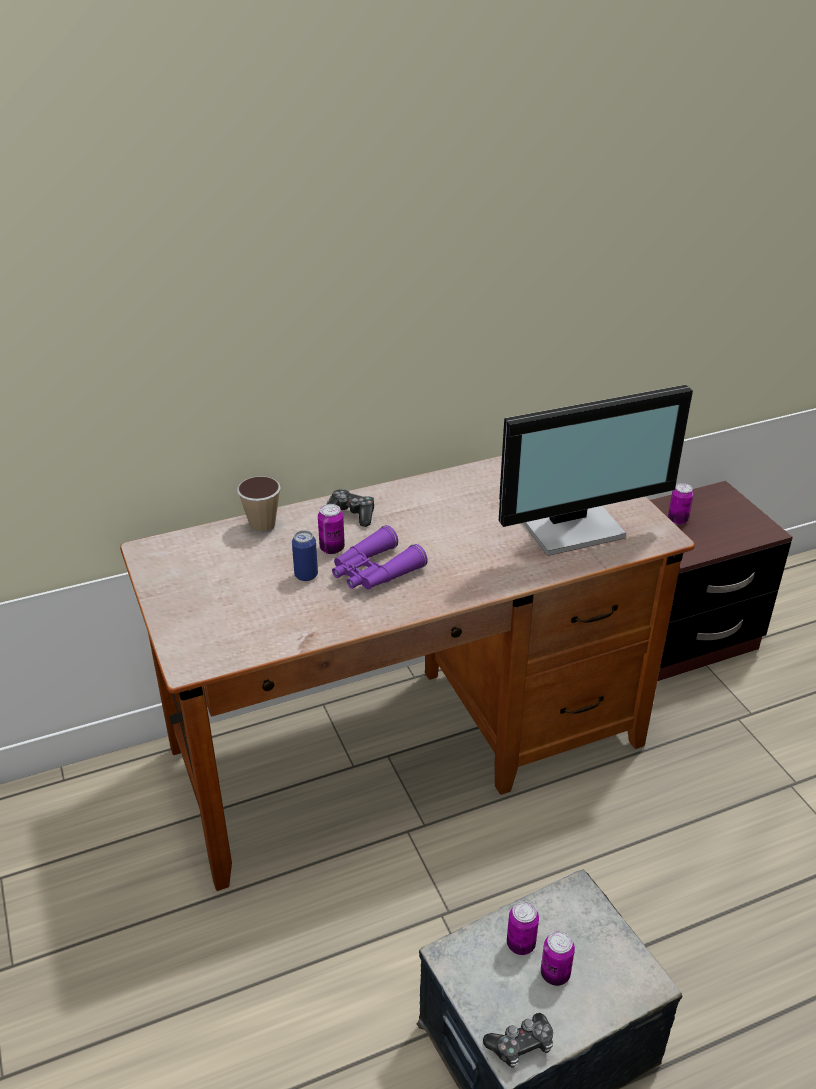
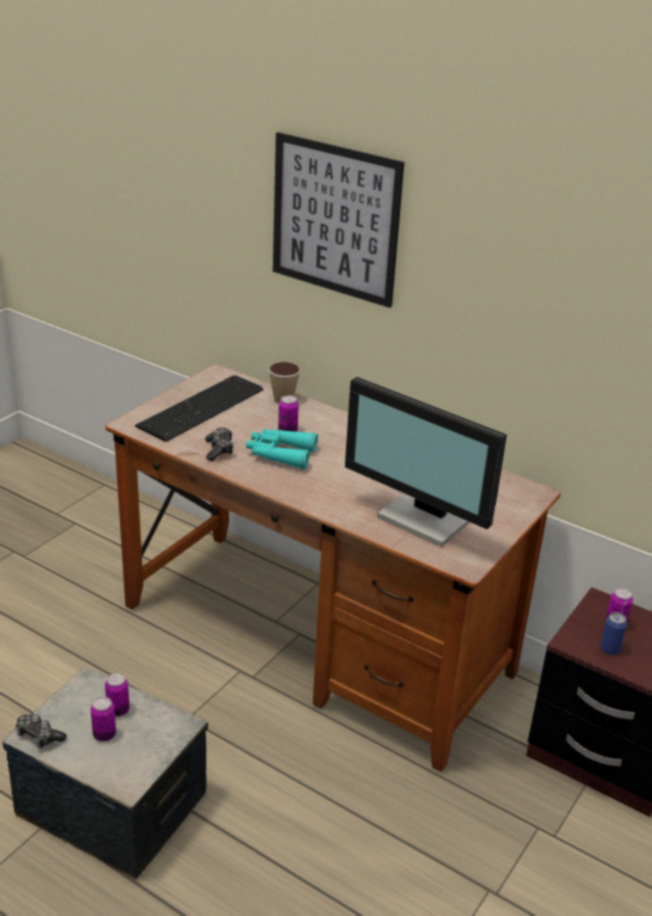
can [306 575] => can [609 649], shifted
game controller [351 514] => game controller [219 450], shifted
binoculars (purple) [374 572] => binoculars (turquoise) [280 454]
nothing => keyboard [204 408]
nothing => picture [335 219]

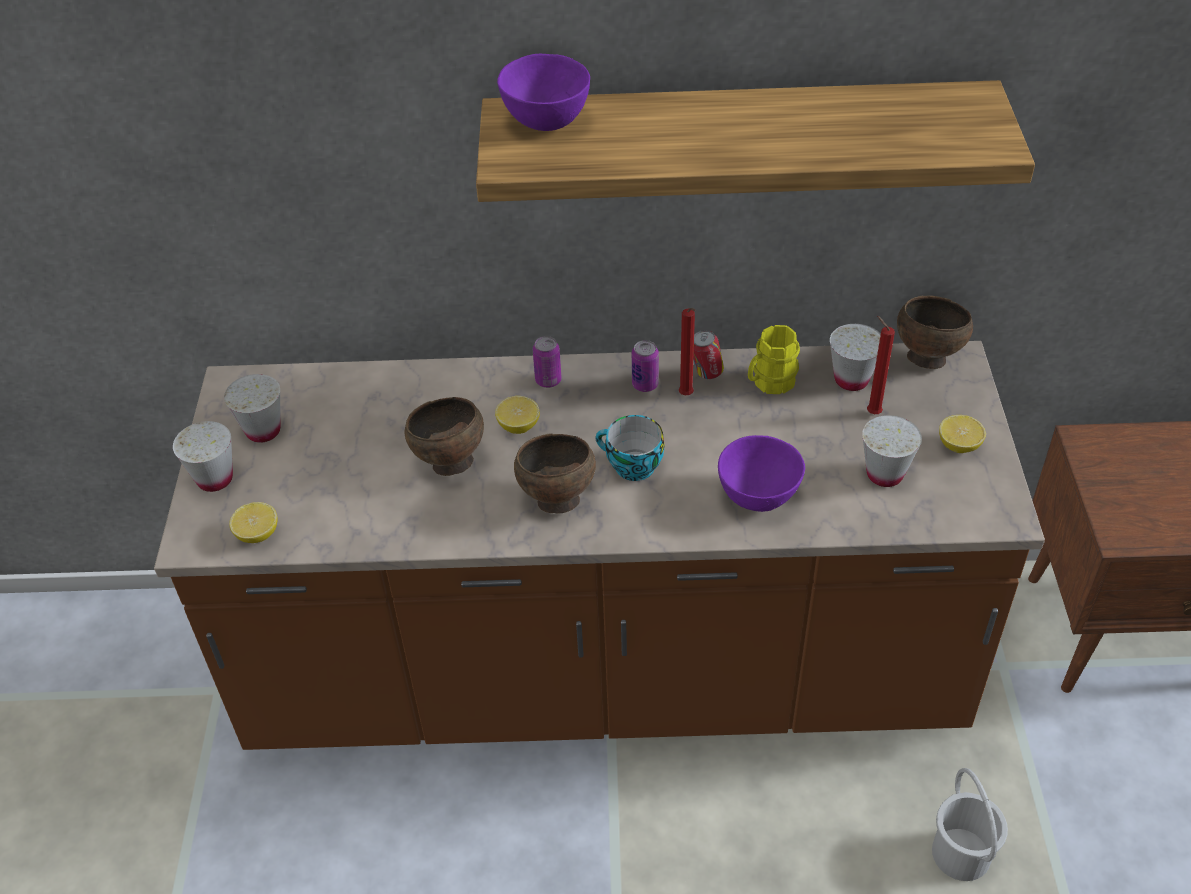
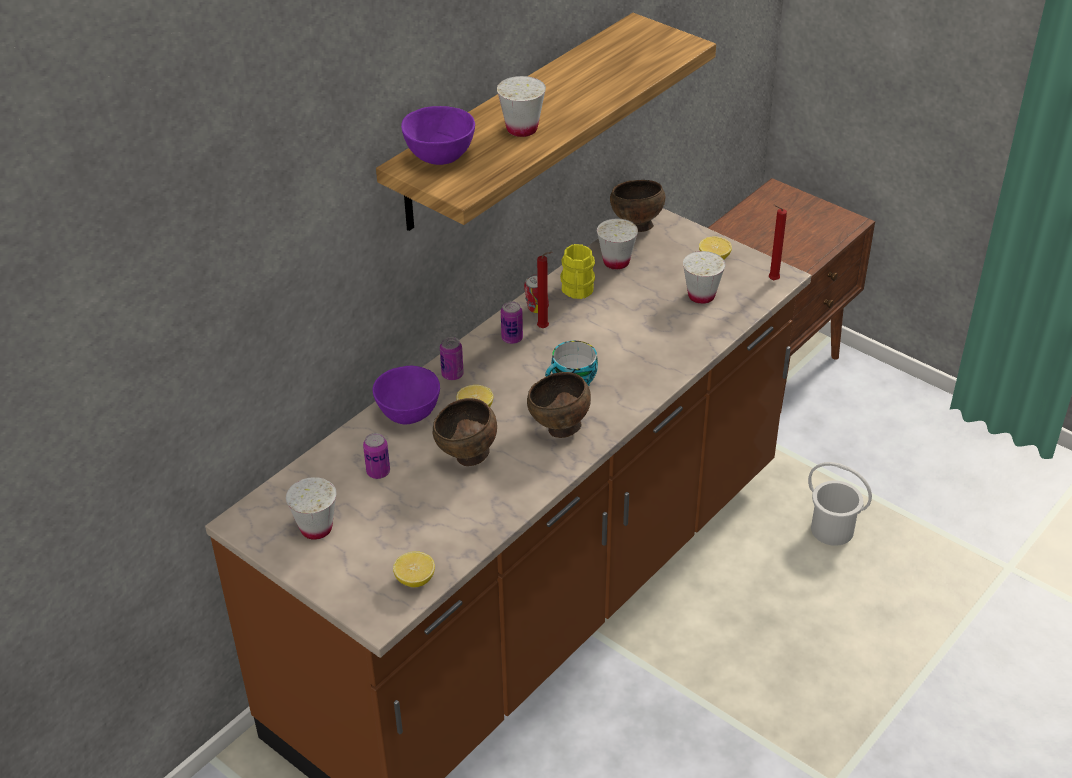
cup (white) [215 479] => cup (white) [522 129], shifted
bowl (purple) [759 496] => bowl (purple) [409 413], shifted
candle (red) [871 412] => candle (red) [771 280], shifted
nothing => can [378 472]

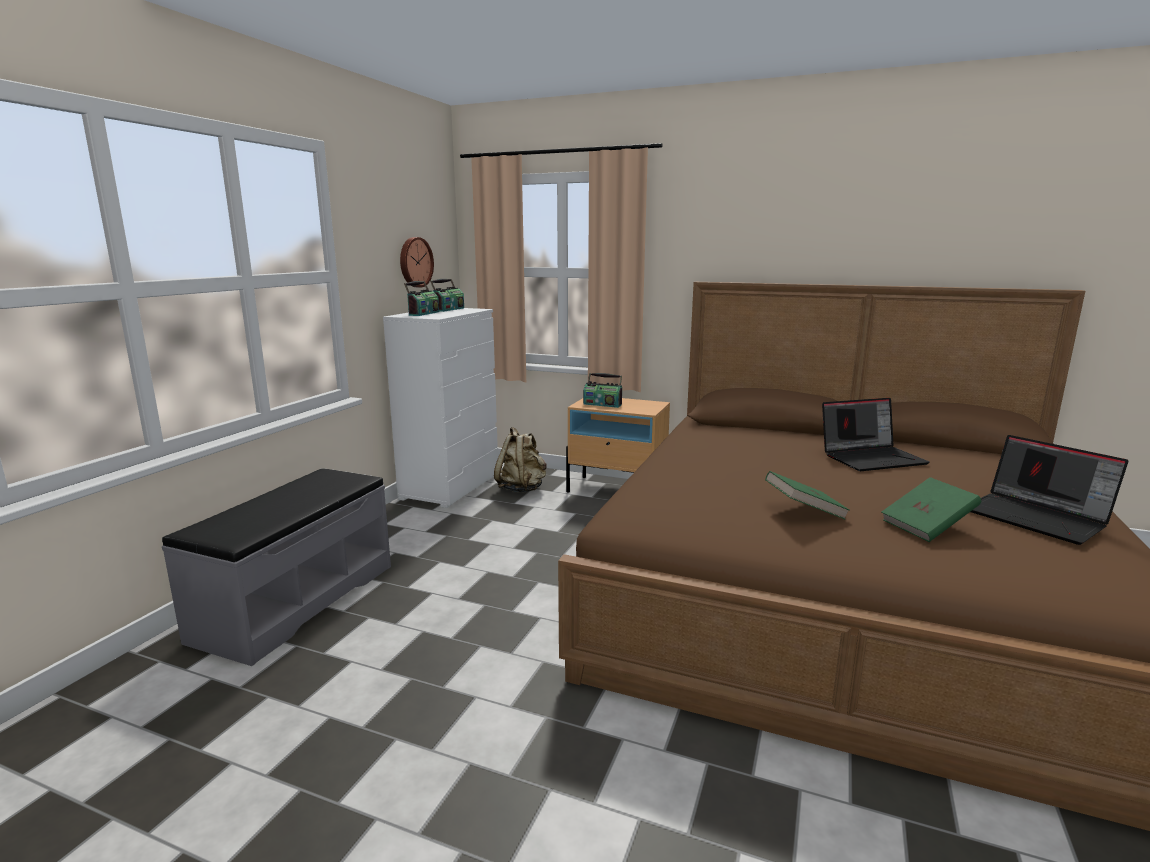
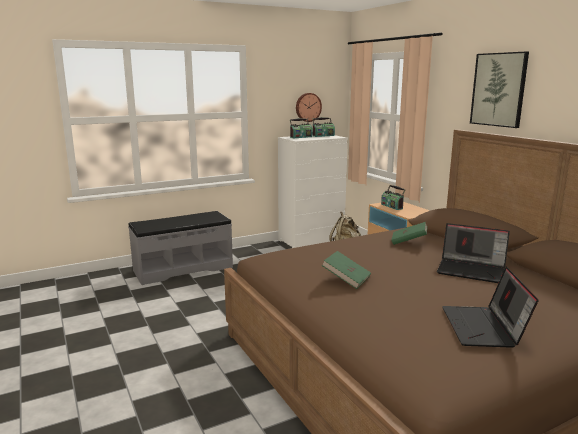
book (green) [927 526] => book (green) [408 242], shifted
nothing => picture [499 89]

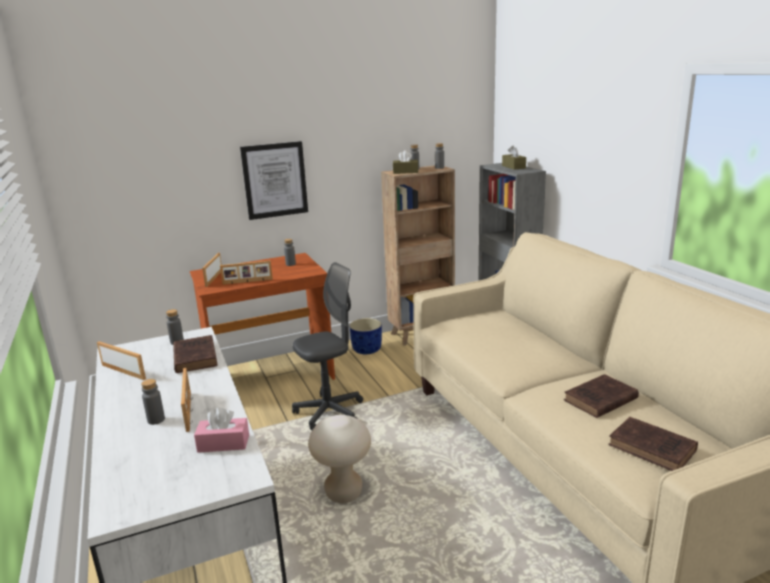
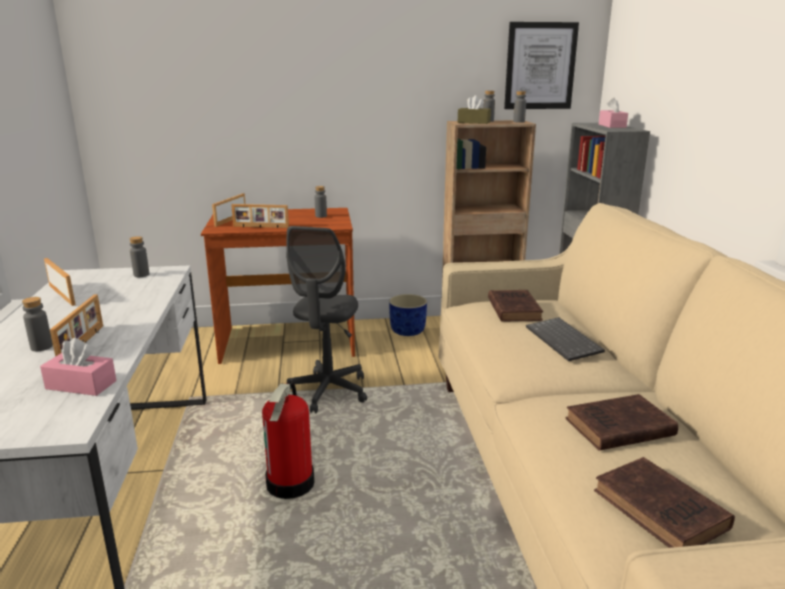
book (brown) [195 357] => book (brown) [513 309], shifted
picture [275 180] => picture [540 66], shifted
office chair (grey) [329 413] => office chair (grey) [328 391], 120 degrees clockwise
stool (beige) [344 493] => fire extinguisher [291 484]
tissue box (brown) [513 167] => tissue box (pink) [612 126]
nothing => keyboard [565 341]

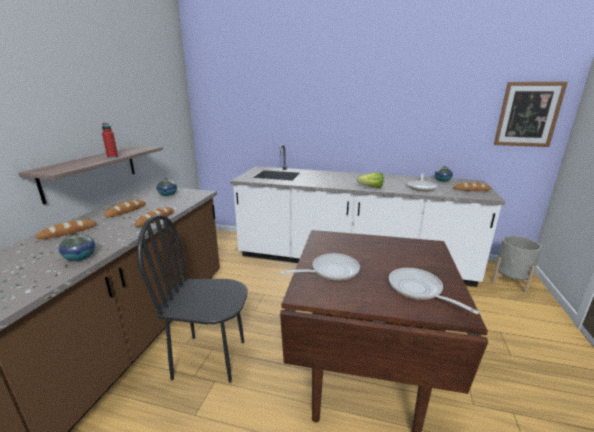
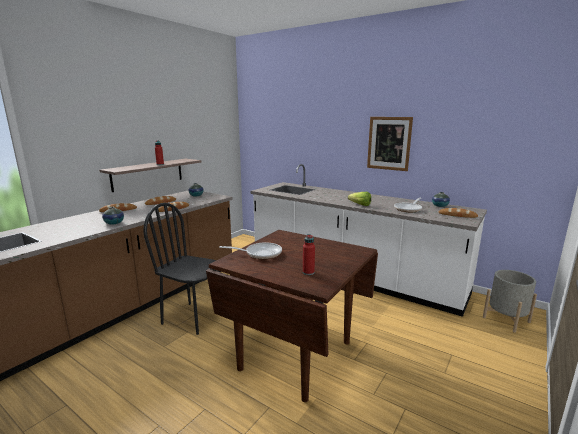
frying pan [418 290] => bottle (red) [308 272]
picture [528 114] => picture [389 143], shifted

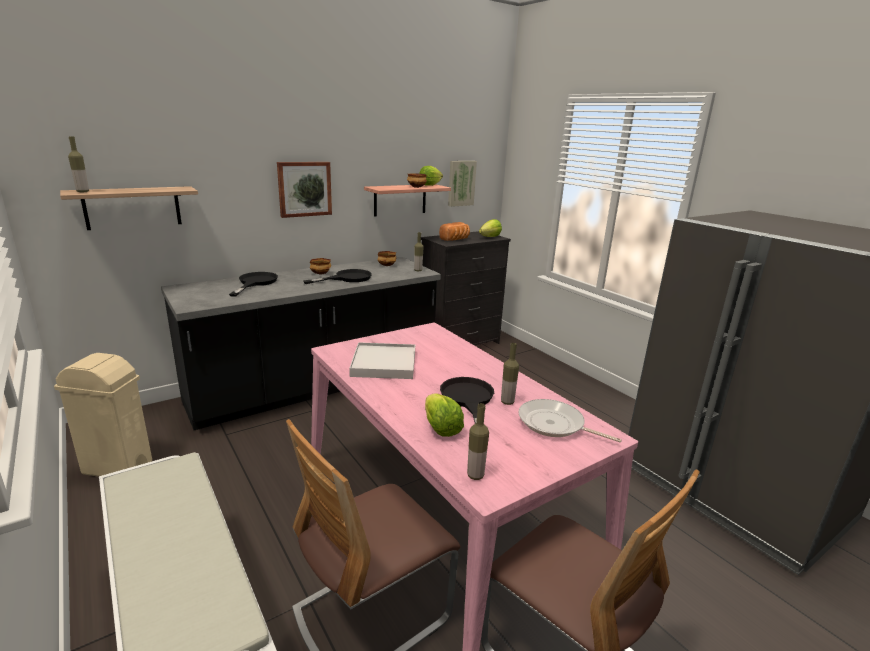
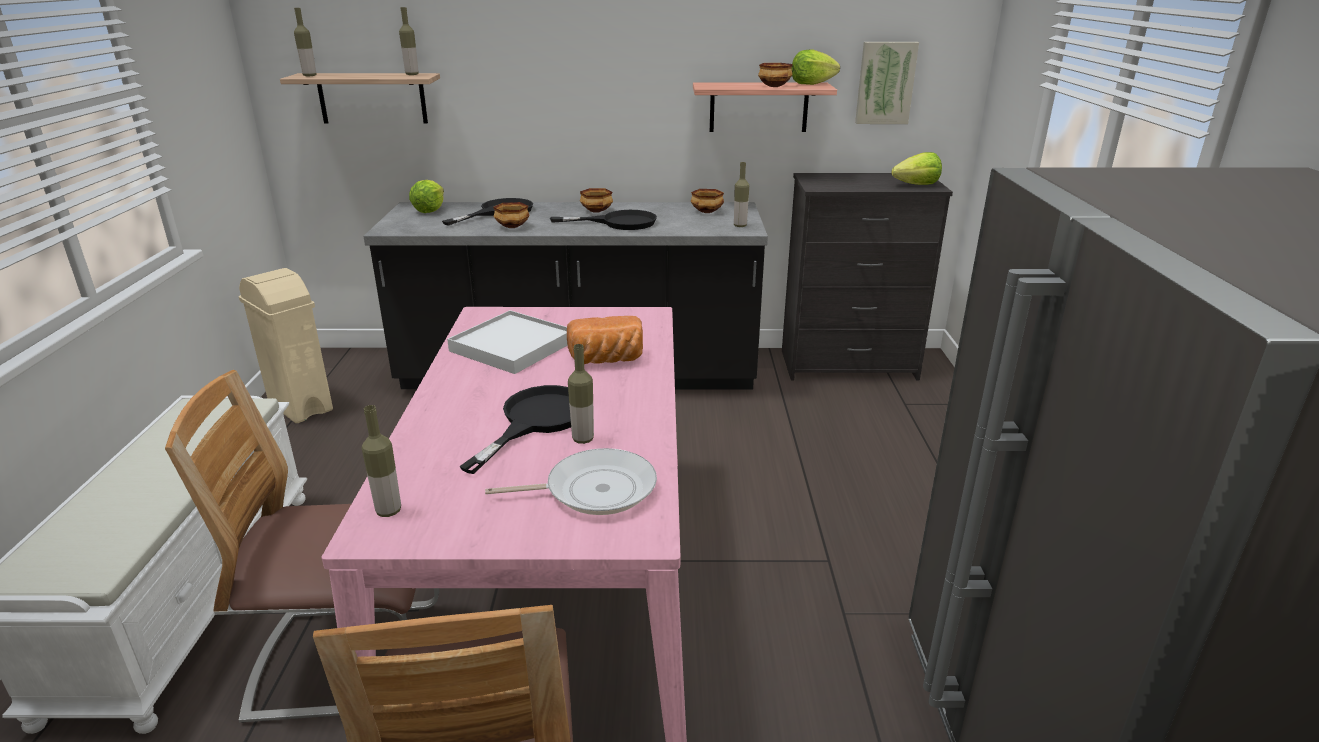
picture [304 189] => nothing
lettuce [441 428] => lettuce [430 210], shifted
bread [455 240] => bread [606 360], shifted
frying pan [554 424] => frying pan [594 490], 105 degrees clockwise
nothing => bottle [412 74]
nothing => bowl [513 226]

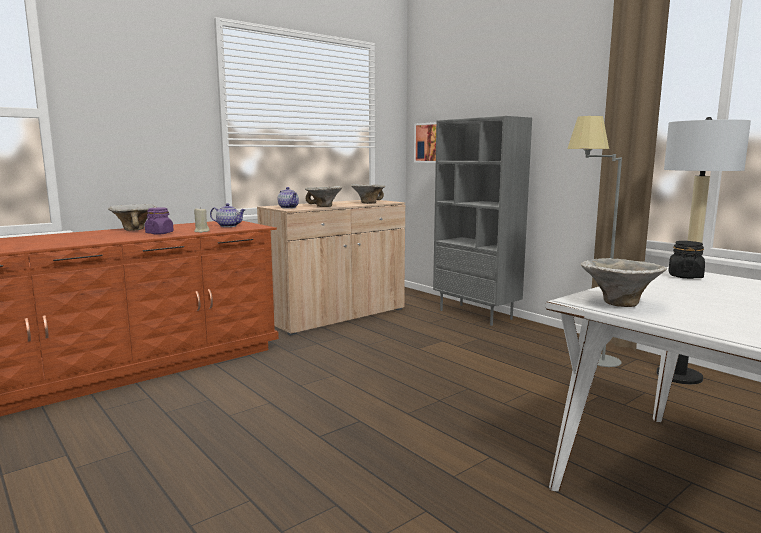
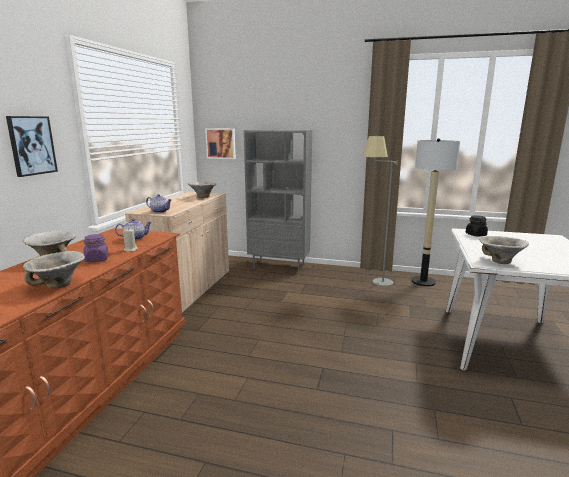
bowl [323 206] => bowl [58 286], shifted
nothing => picture [31 145]

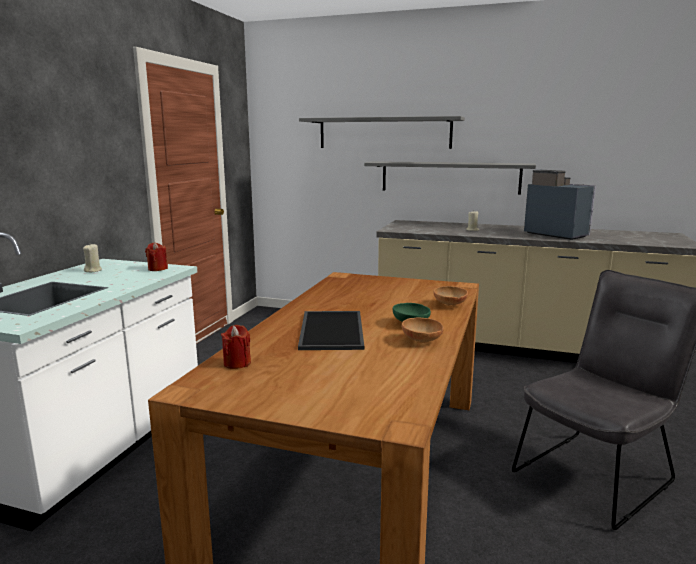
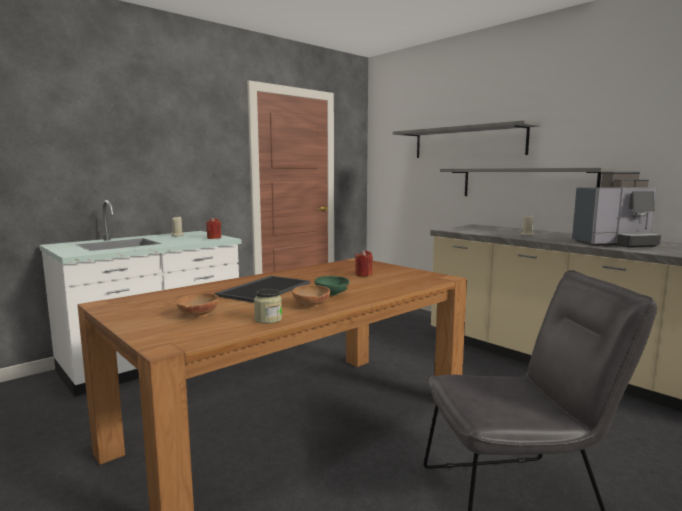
candle (red) [237 363] => candle (red) [363 274], shifted
bowl (brown) [449 305] => bowl (brown) [197 316], shifted
coffee machine [555 234] => coffee machine [615 243], 90 degrees clockwise
nothing => jar [268 319]

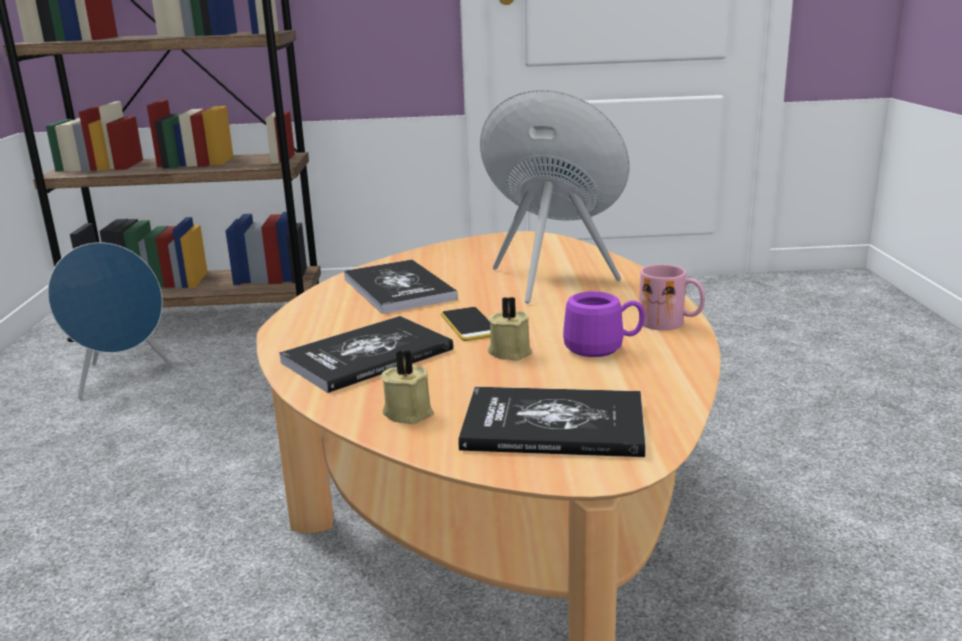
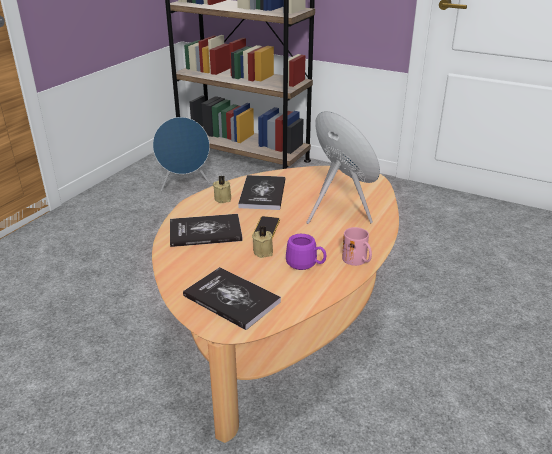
candle (beige) [409 412] => candle (beige) [223 198], shifted

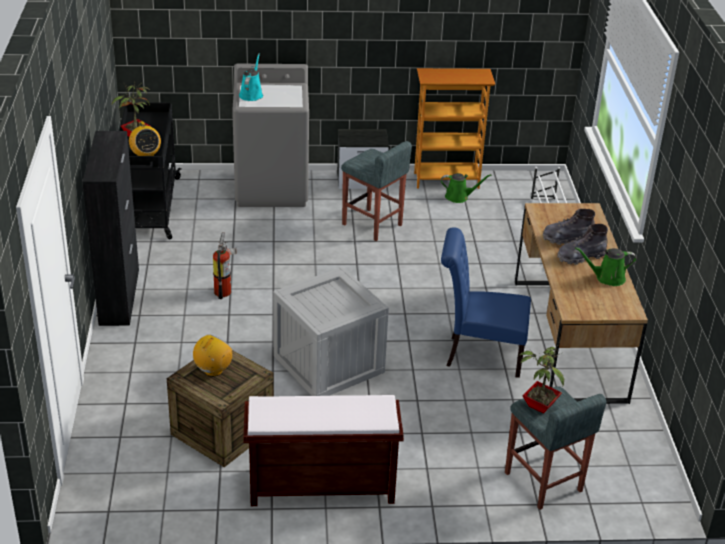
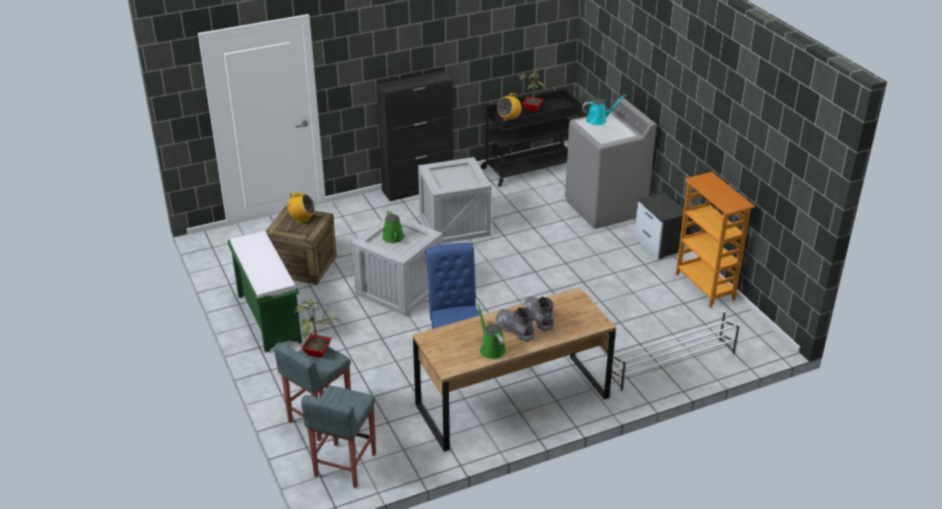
fire extinguisher [224 291] => crate [454 225]
bench (brown) [320 487] => bench (green) [268 317]
stool (grey) [372 225] => stool (grey) [344 465], shifted
watering can (green) [459 197] => watering can (green) [394 238], shifted

